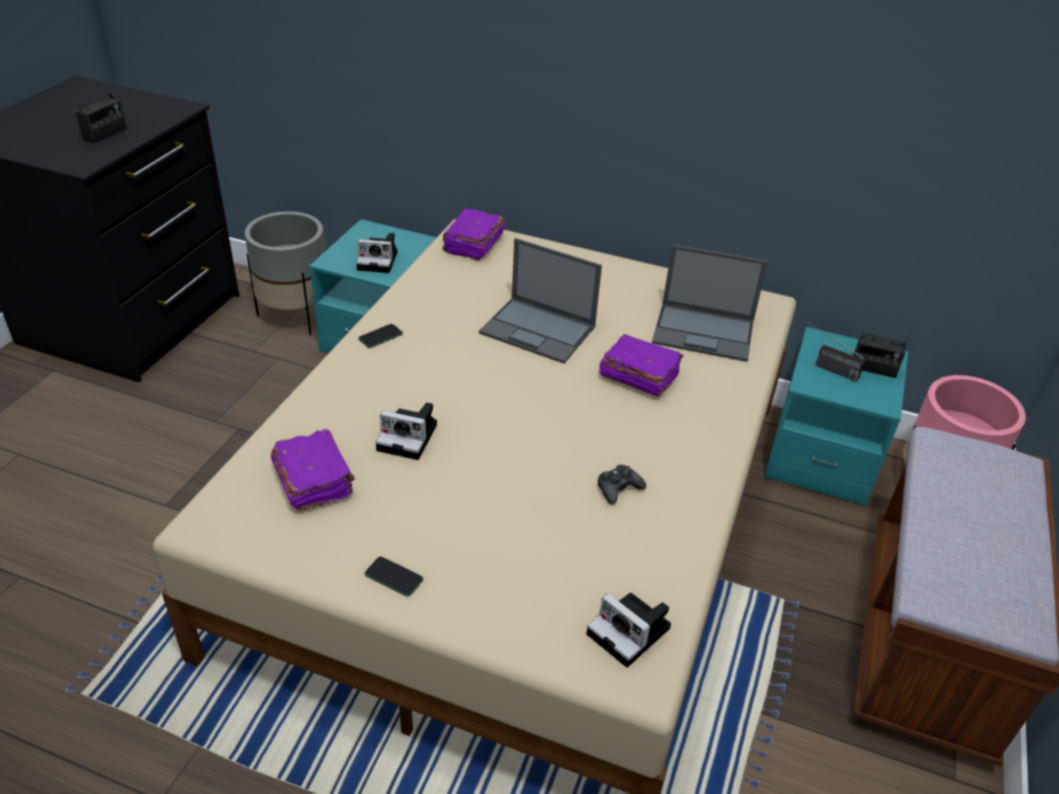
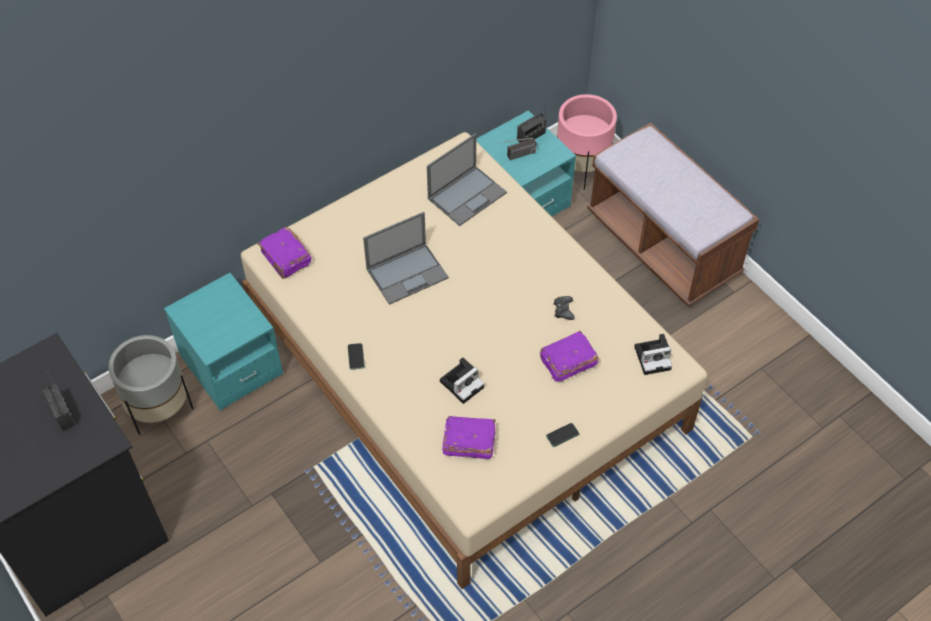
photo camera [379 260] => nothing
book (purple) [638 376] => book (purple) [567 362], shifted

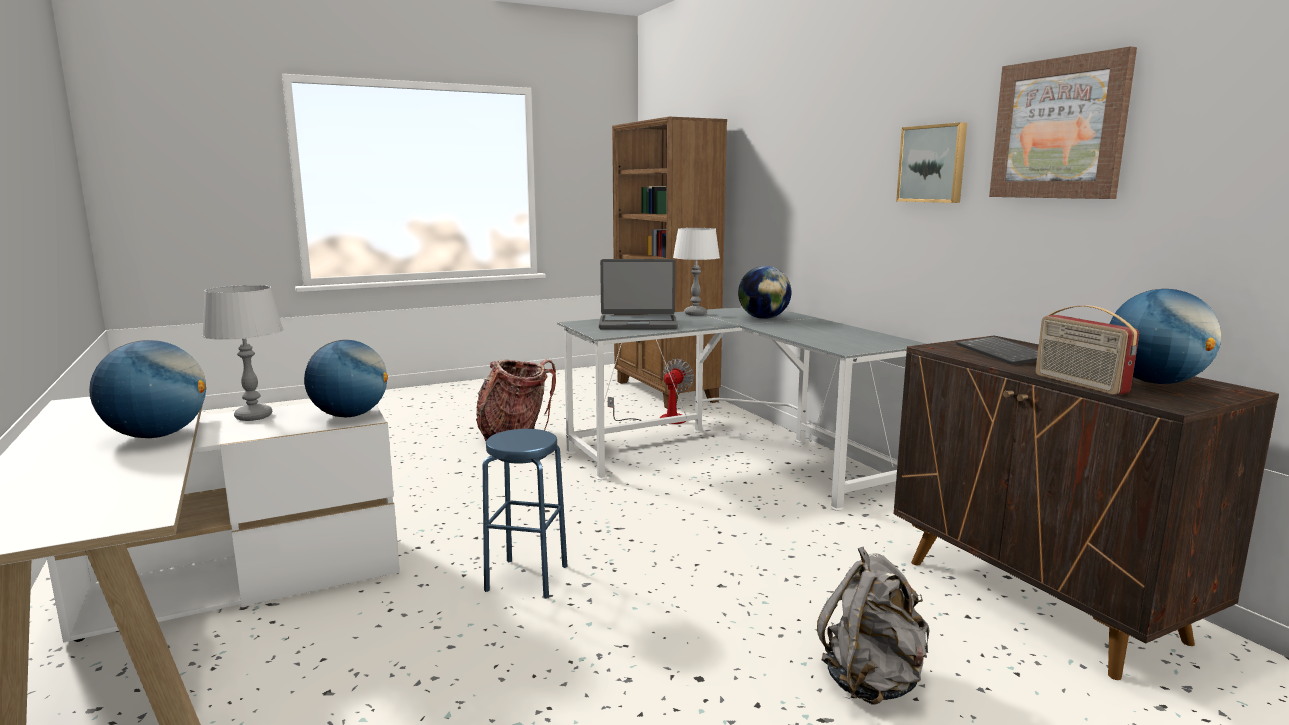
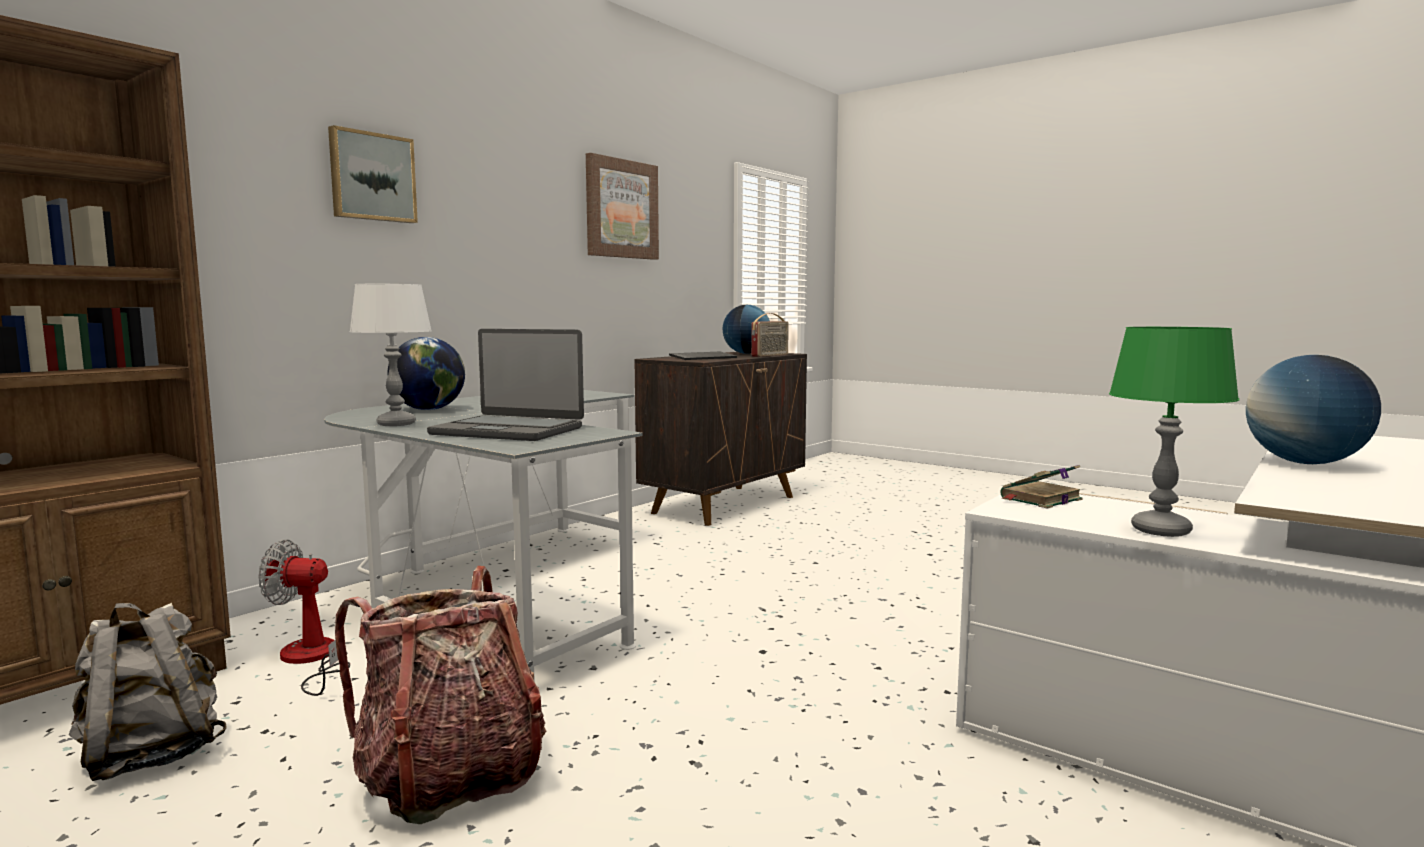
table lamp (grey) [253 416] => table lamp (green) [1161 530]
globe [350 415] => book [1039 499]
stool (blue) [527 578] => nothing
laptop [638 324] => laptop [508 431], 135 degrees clockwise
backpack (grey) [873 681] => backpack (grey) [151 756], shifted
picture [933 164] => picture [372 177], shifted

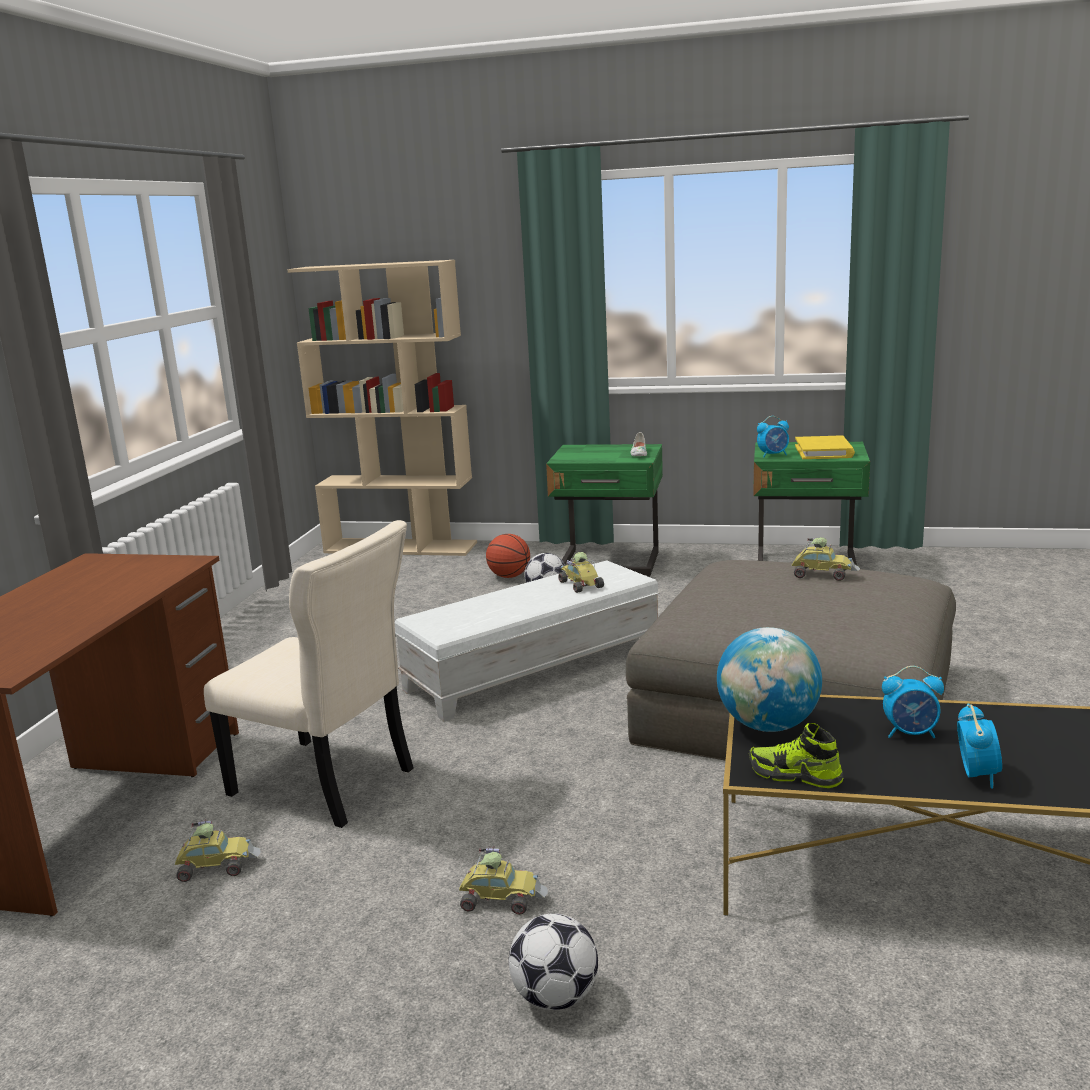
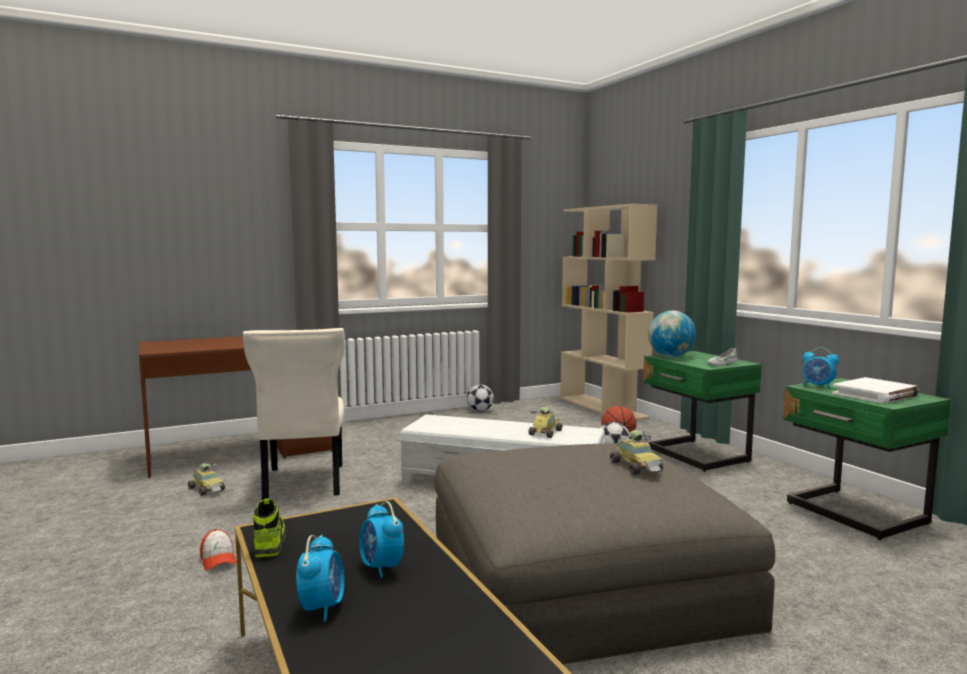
toy car [500 898] => cap [218 559]
football [555 997] => football [480 411], shifted
globe [768 725] => globe [670 356], shifted
book (yellow) [824 451] => book (white) [875 395]
alarm clock [976 775] => alarm clock [322 608], 60 degrees counterclockwise

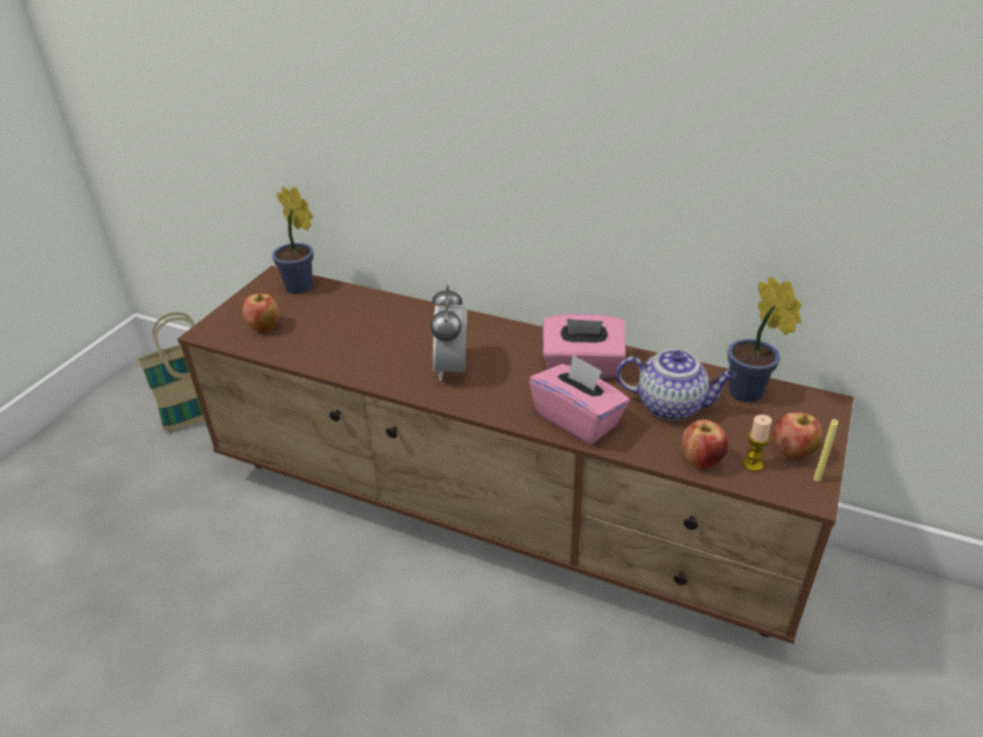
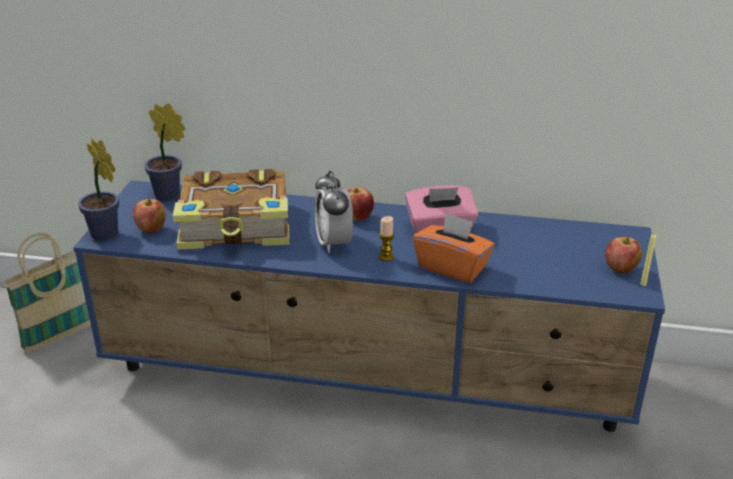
tv stand (brown) [499 516] => tv stand (blue) [369 378]
tissue box (pink) [578 420] => tissue box (orange) [452 267]
teapot [671 405] => nothing
apple [701 461] => apple [358 217], shifted
potted plant [749 395] => potted plant [107 235], shifted
candle [752 464] => candle [386 257], shifted
nothing => book [237 226]

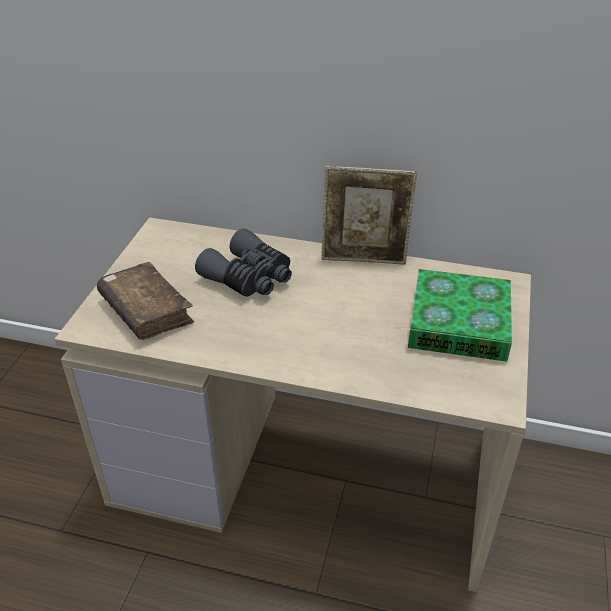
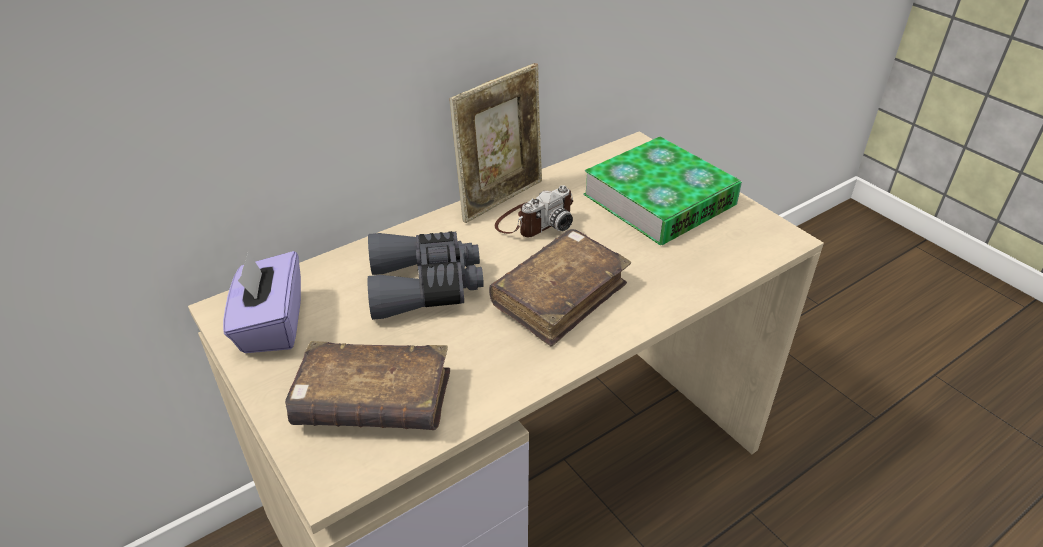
nothing => tissue box (purple) [271 325]
nothing => book (brown) [560 296]
nothing => photo camera [535 221]

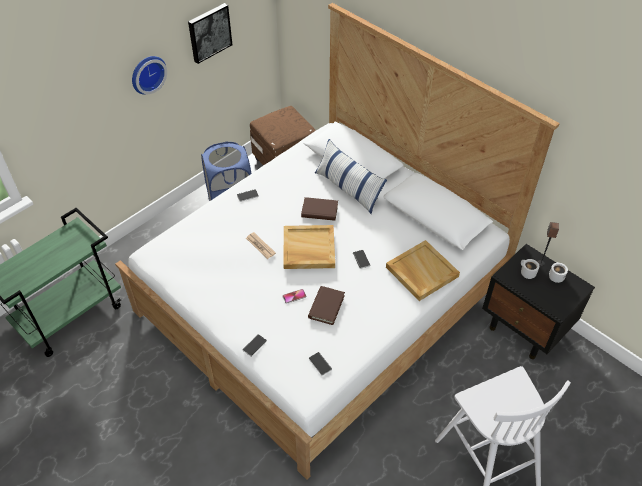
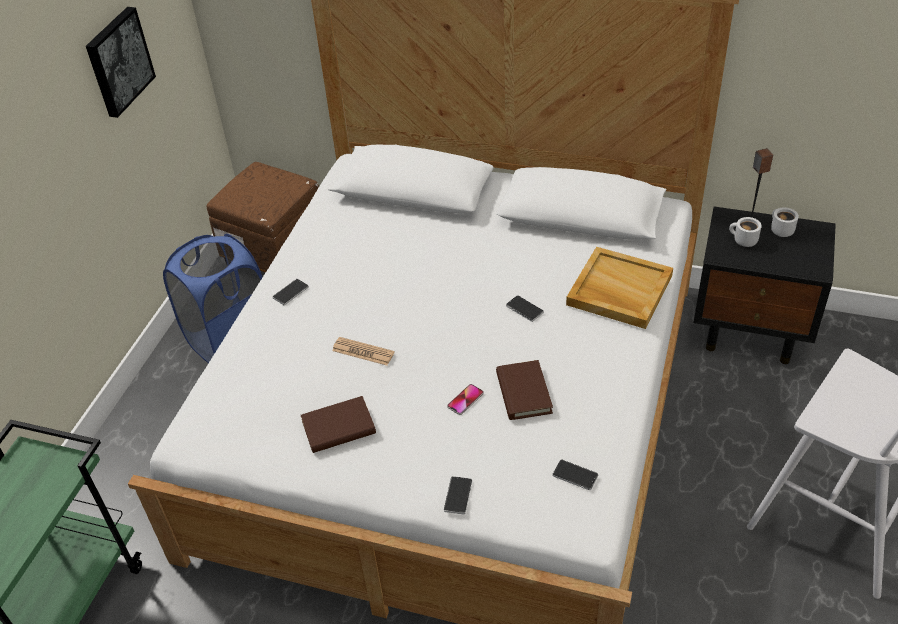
wall clock [147 73] => nothing
tray (beige) [308 249] => nothing
book (brown) [319 211] => book (brown) [338 428], shifted
pillow [348 188] => nothing

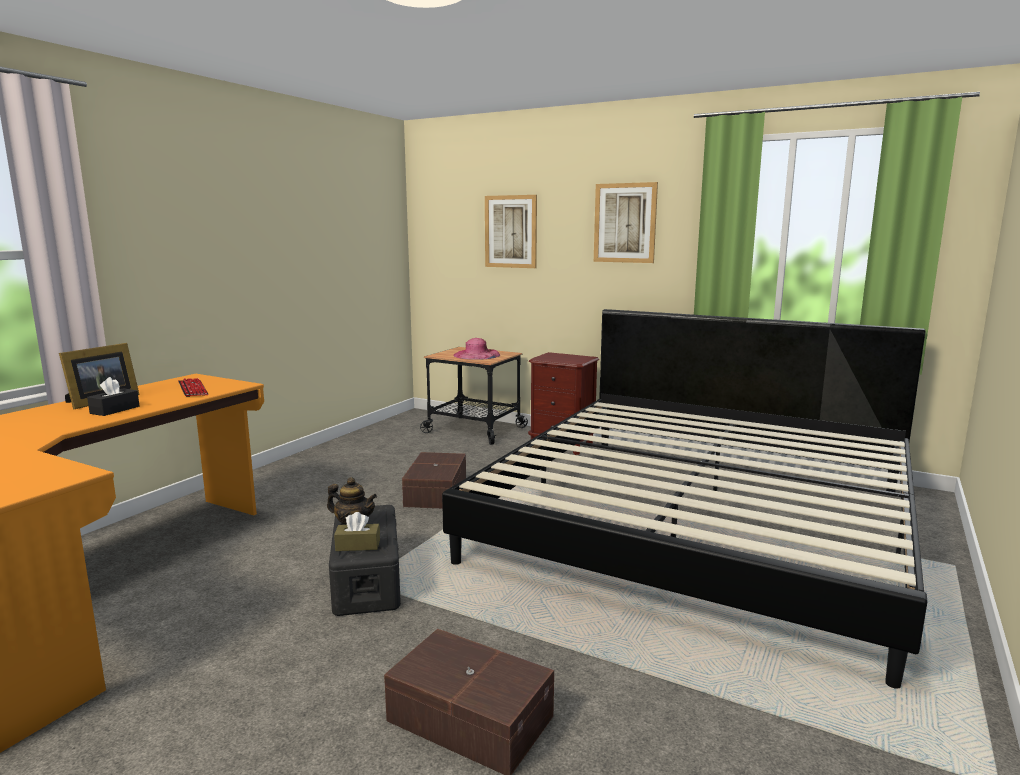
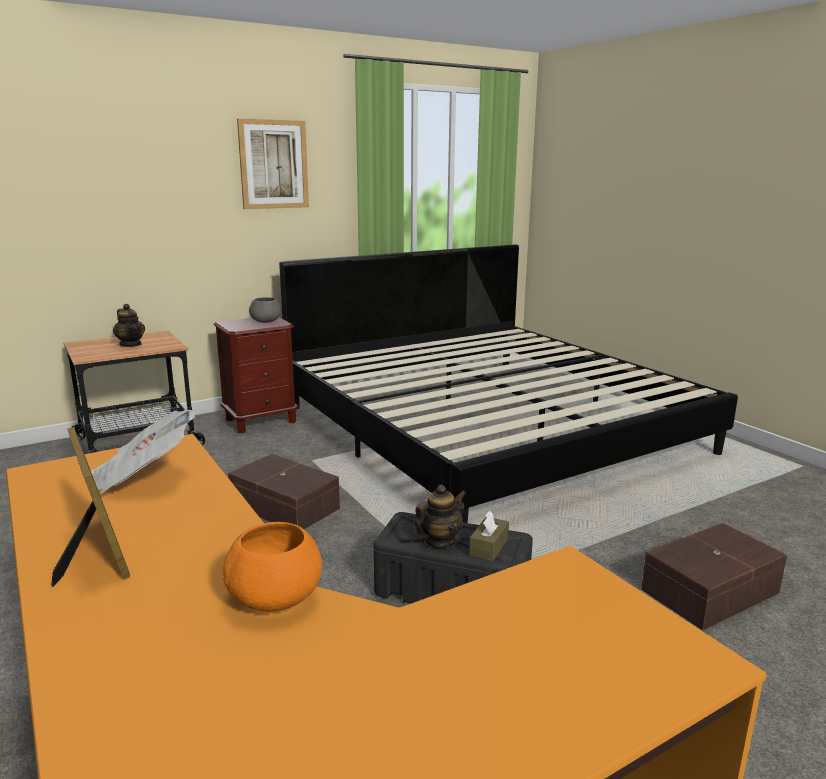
tissue box (black) [115 410] => nothing
keyboard [193 389] => newspaper [142 476]
hat (pink) [476 355] => teapot [131 344]
picture [510 231] => nothing
nothing => bowl (orange) [276 598]
nothing => bowl (grey) [266 321]

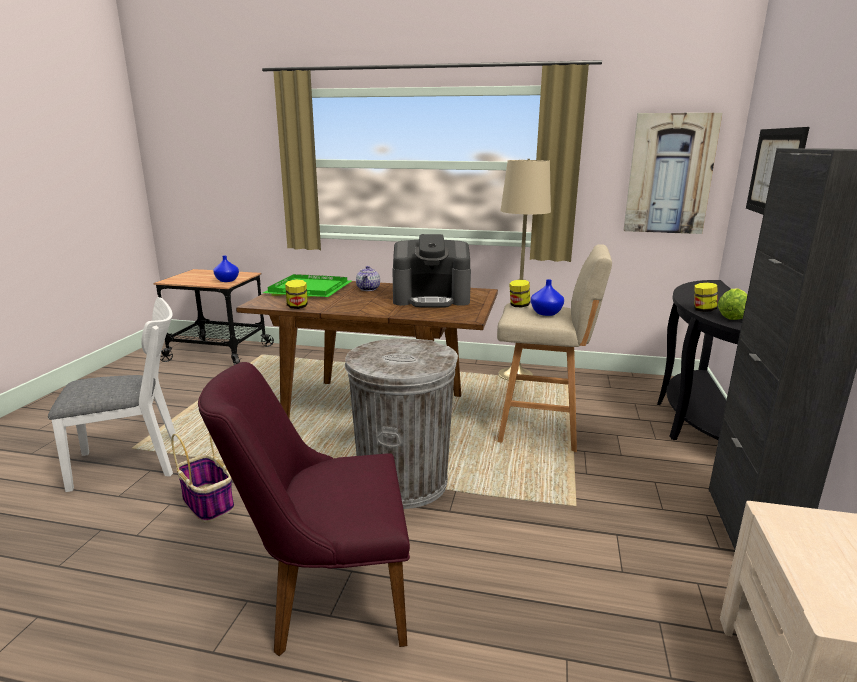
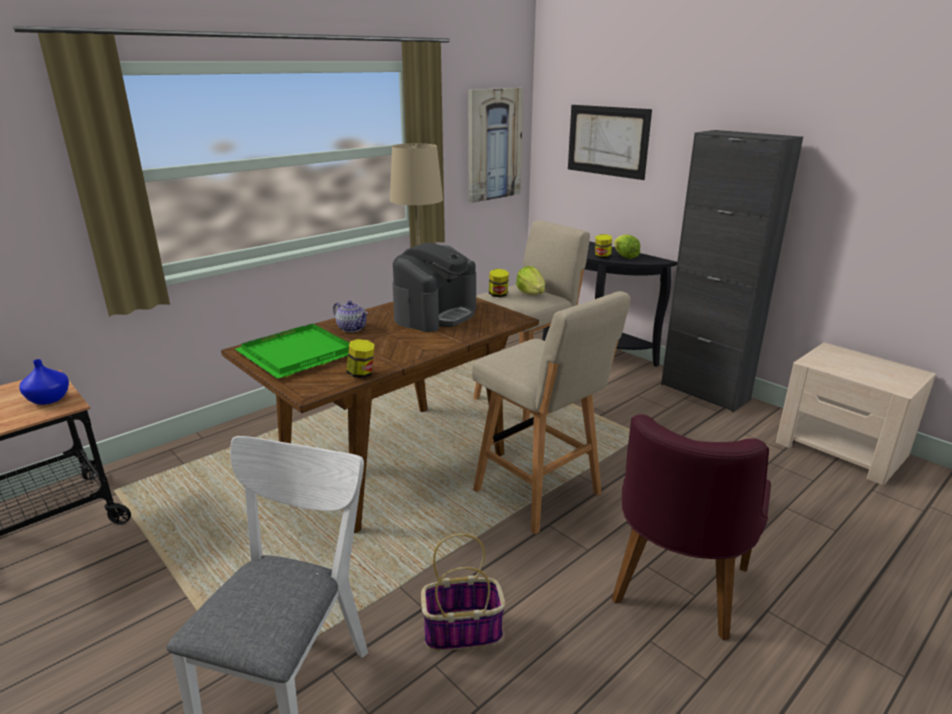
trash can (grey) [402 482] => stool (beige) [540 494]
vase (blue) [547 313] => lettuce [531 293]

